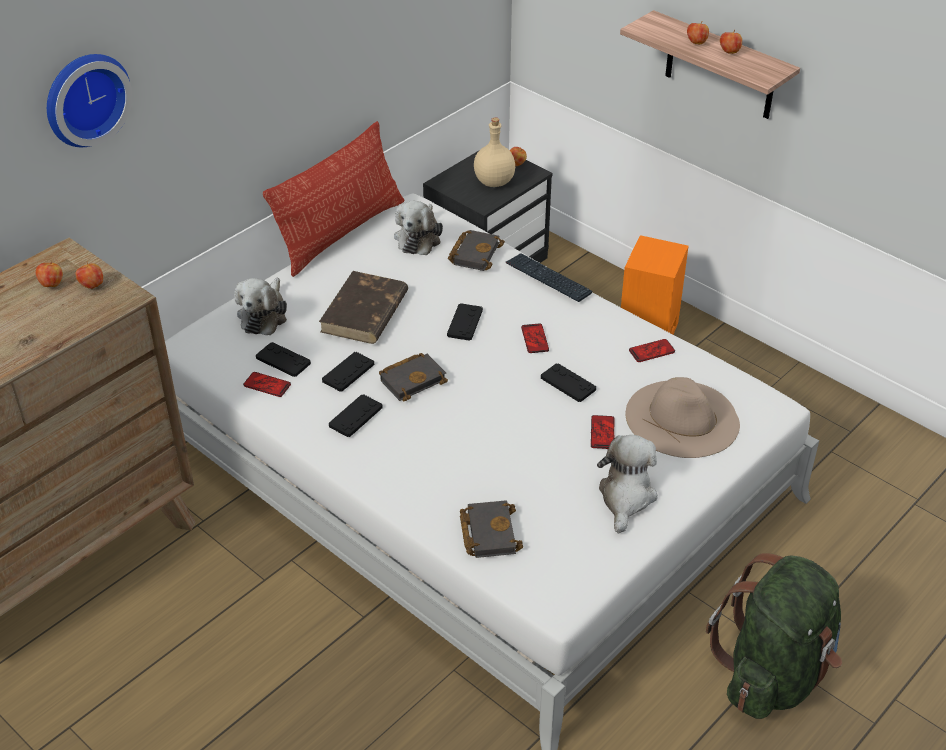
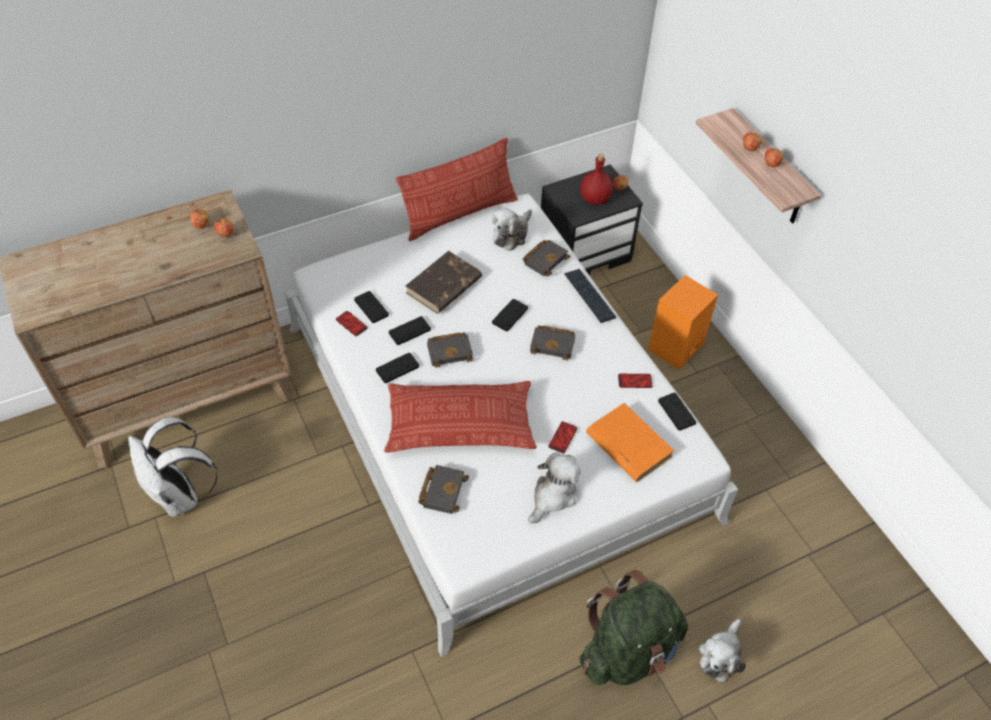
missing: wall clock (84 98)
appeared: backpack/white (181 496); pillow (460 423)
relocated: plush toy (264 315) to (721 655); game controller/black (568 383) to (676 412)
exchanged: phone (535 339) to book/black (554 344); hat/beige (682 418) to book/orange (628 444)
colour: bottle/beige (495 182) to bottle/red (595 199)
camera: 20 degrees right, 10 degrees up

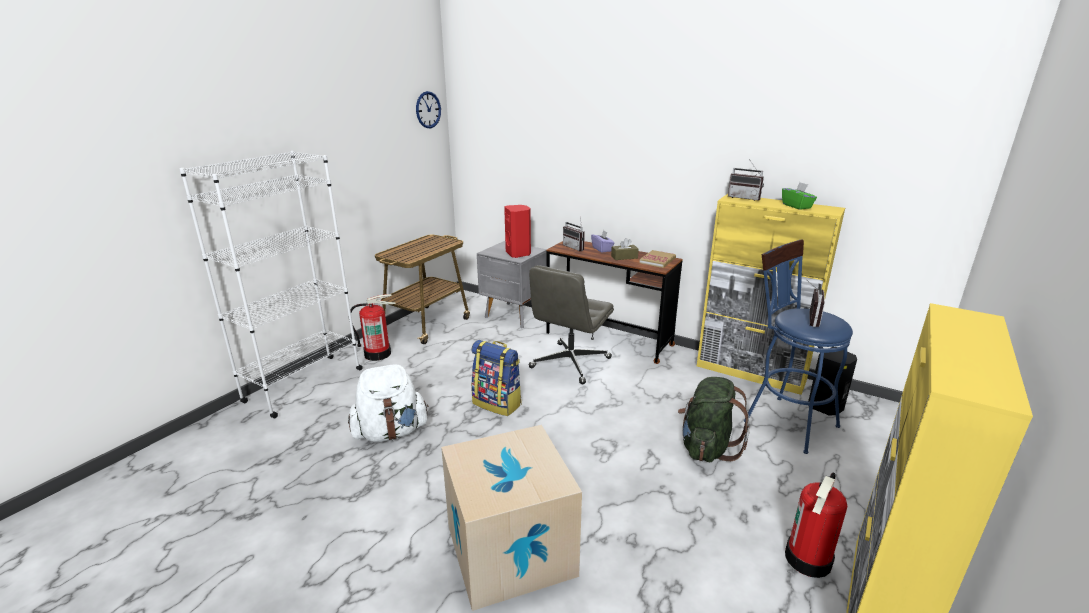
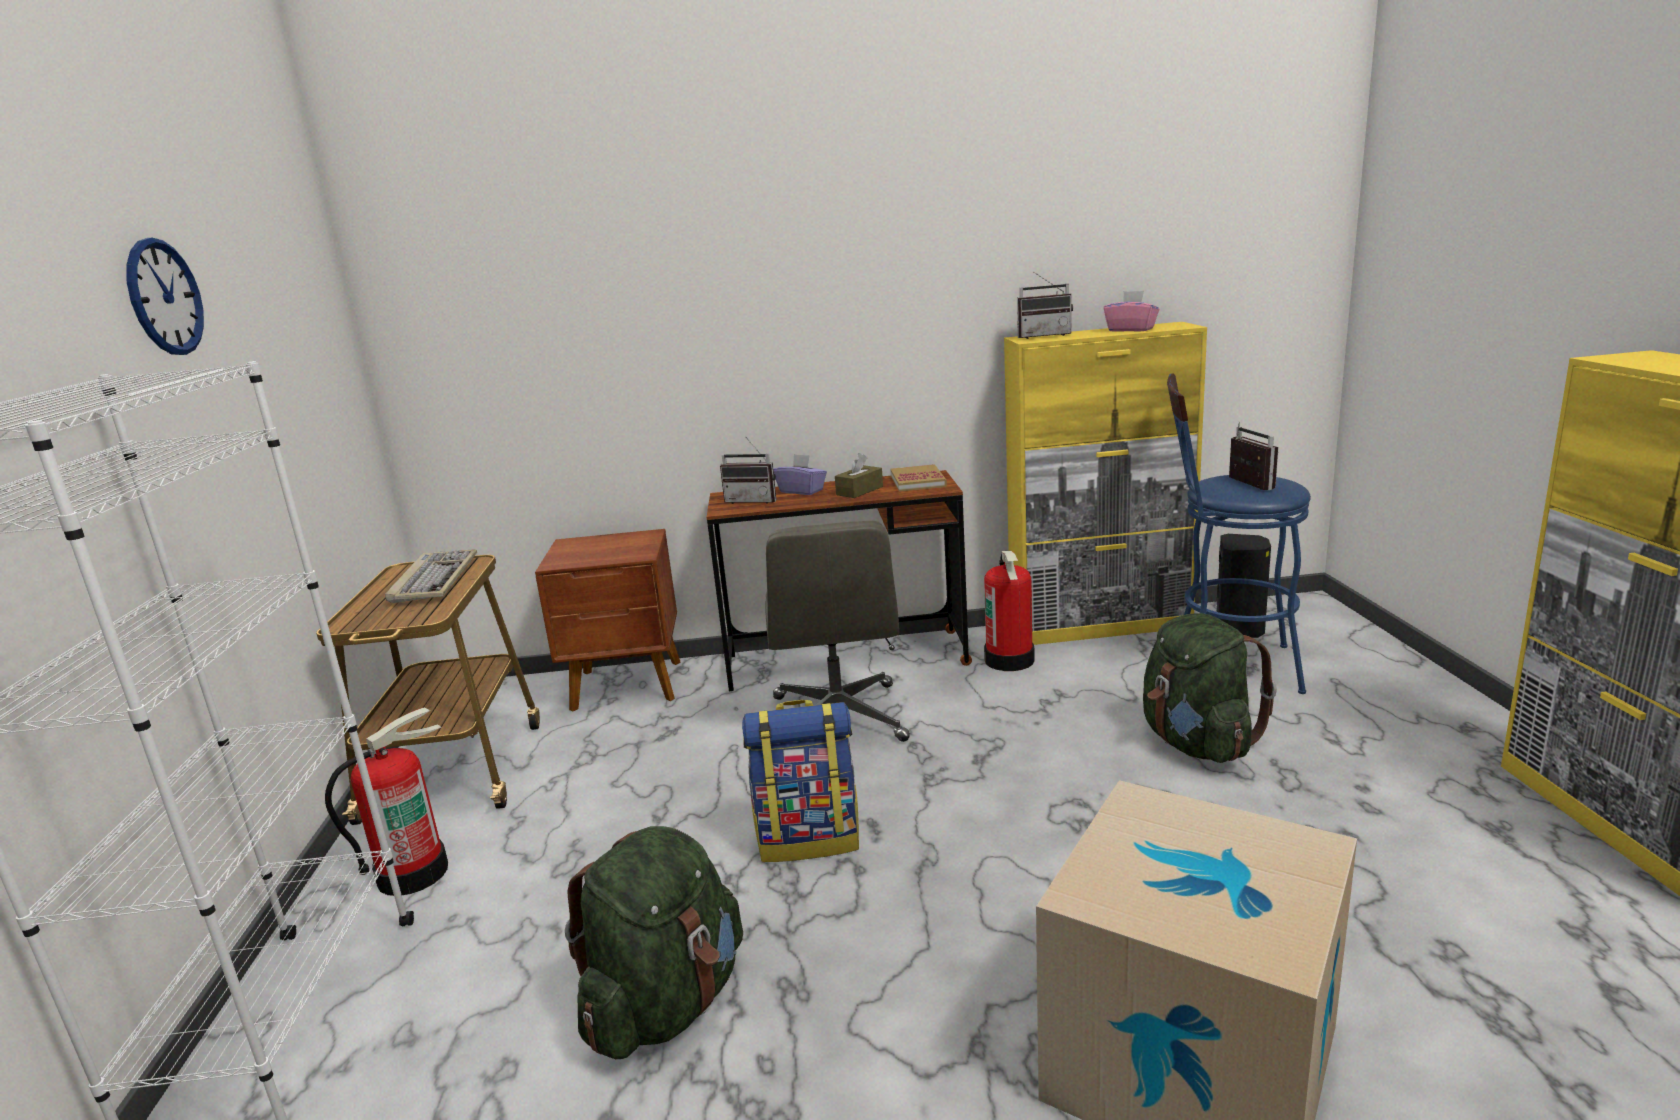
missing: speaker/red (518 254)
appeared: keyboard (434 579)
relocated: wall clock (428 110) to (164 297); fire extinguisher (808 560) to (1010 660)
colour: backpack/white (391 432) to backpack/green (667 1004); nightstand/grey (514 315) to nightstand/brown (628 686); tissue box/green (797 206) to tissue box/pink (1131 330)
camera: 35 degrees left, 5 degrees down

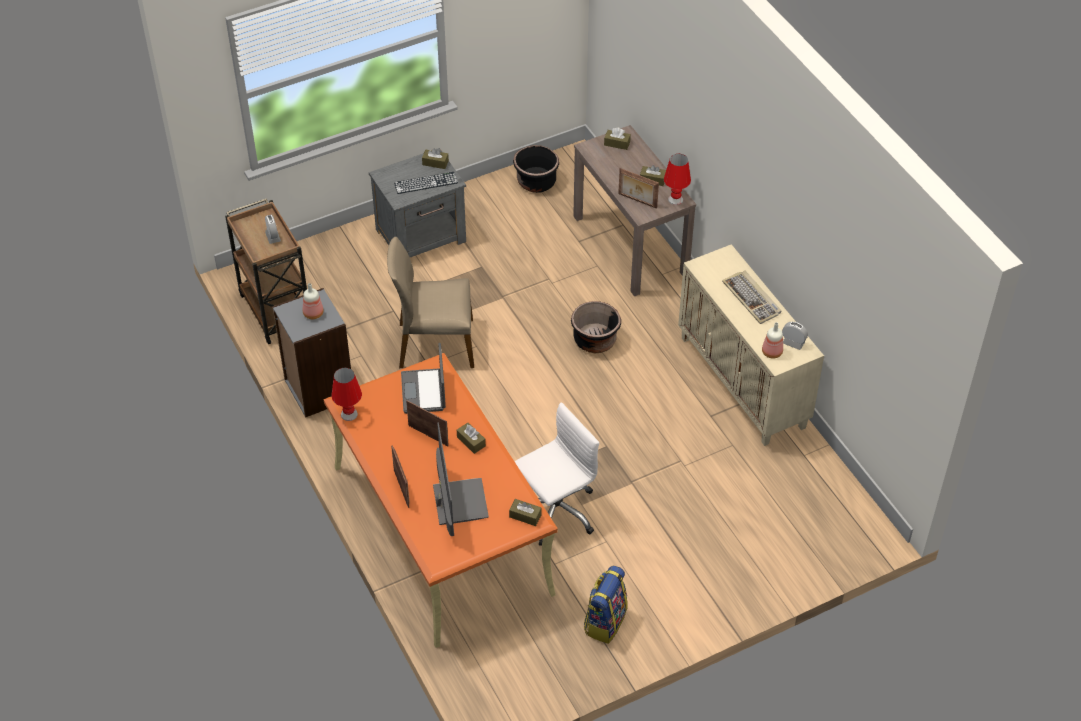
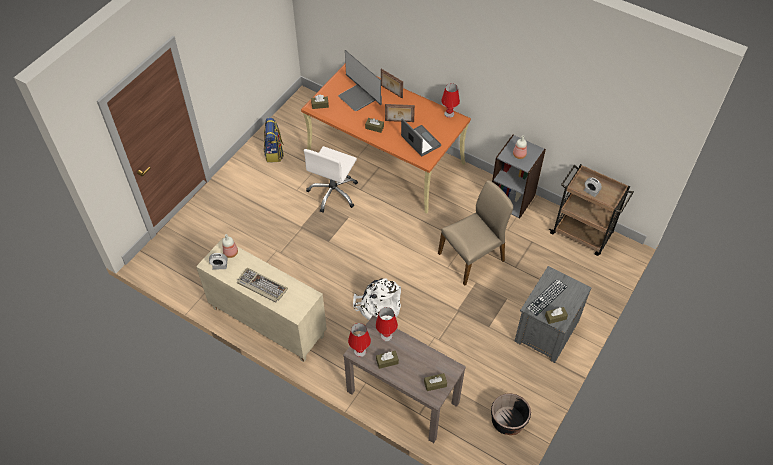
exchanged: planter/black (595 341) to backpack/white (378 307); picture frame (637 201) to table lamp/red (386 336)
camera: 150 degrees right, 5 degrees up

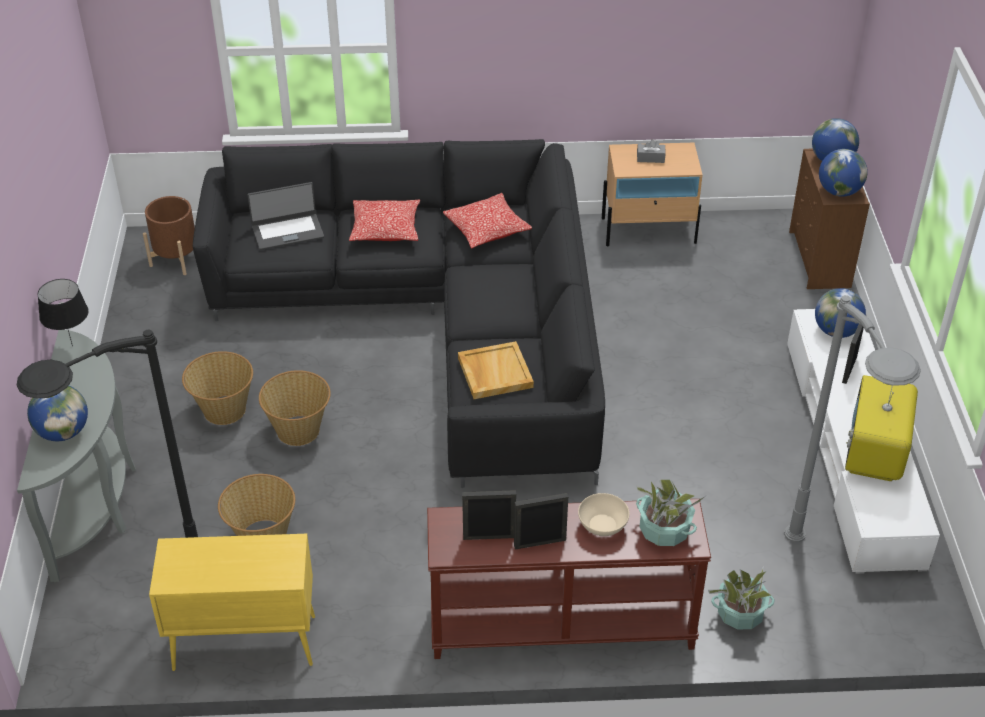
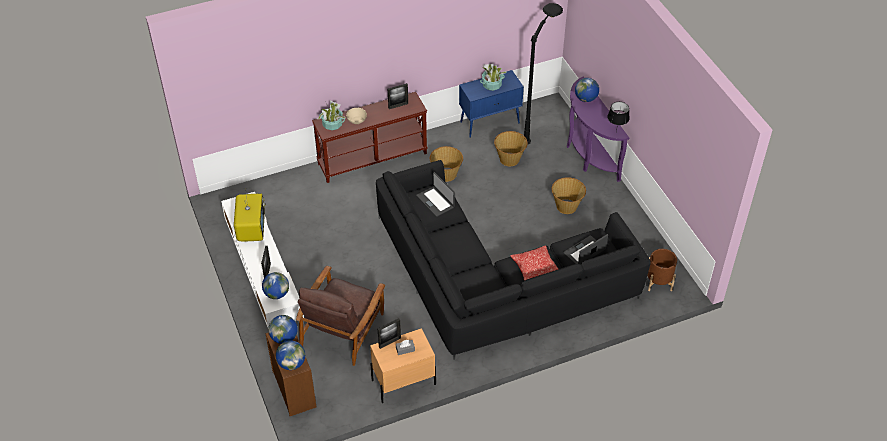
missing: pillow (487 229); floor lamp/grey (820 586)
appeared: armchair/brown (343 329)
relocated: basket (299 430) to (446 174); picture frame (540 543) to (389 342); potted plant (740 613) to (492 85)
exchanged: tray/beige (494 372) to laptop (435 201)
colour: console table/grey (97 501) to console table/purple (588 154); cabinet/yellow (243 643) to cabinet/blue (490 122)
camera: 160 degrees right, 5 degrees up

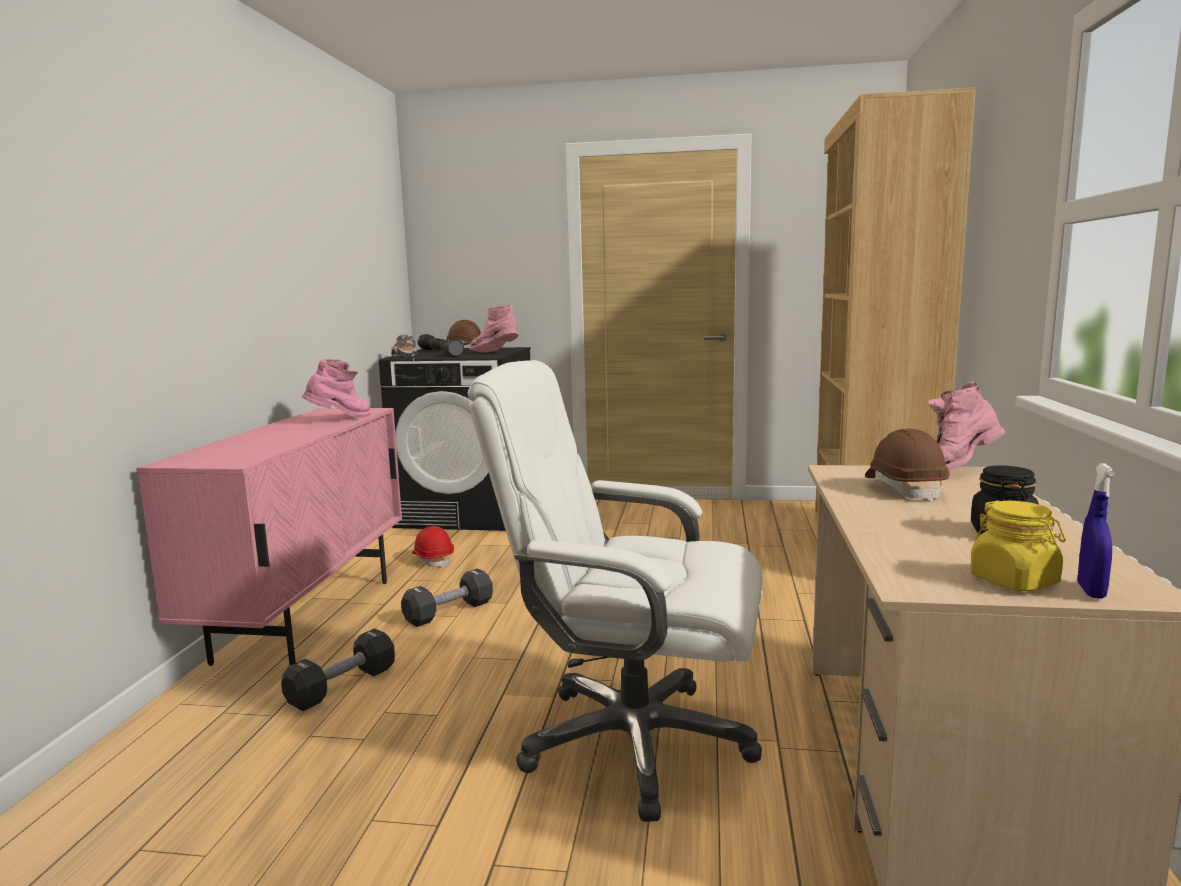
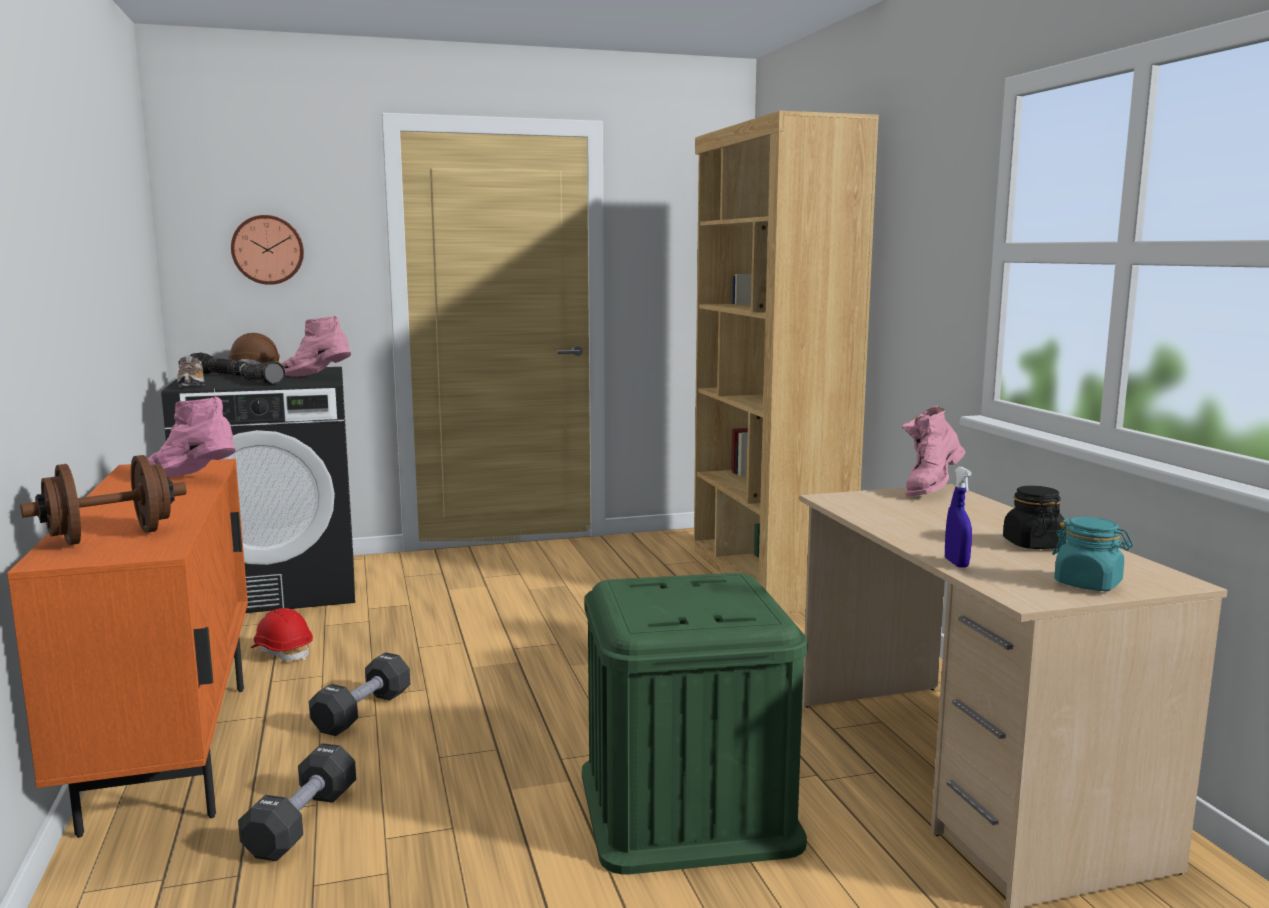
missing: hard hat/brown (905 489)
appeared: dumbbell/brown (111 537); wall clock (268 250)
relocated: spray bottle/blue (1091 591) to (956 563)
exchanged: office chair/white (632 742) to storage box/green (687 807)
colour: cabinet/pink (308 619) to cabinet/orange (171 752); jar/yellow (1014 581) to jar/turquoise (1088 584)
spun: boot/pink (340 420) = (192 480) 90 degrees counterclockwise
camera: 25 degrees left, 0 degrees up

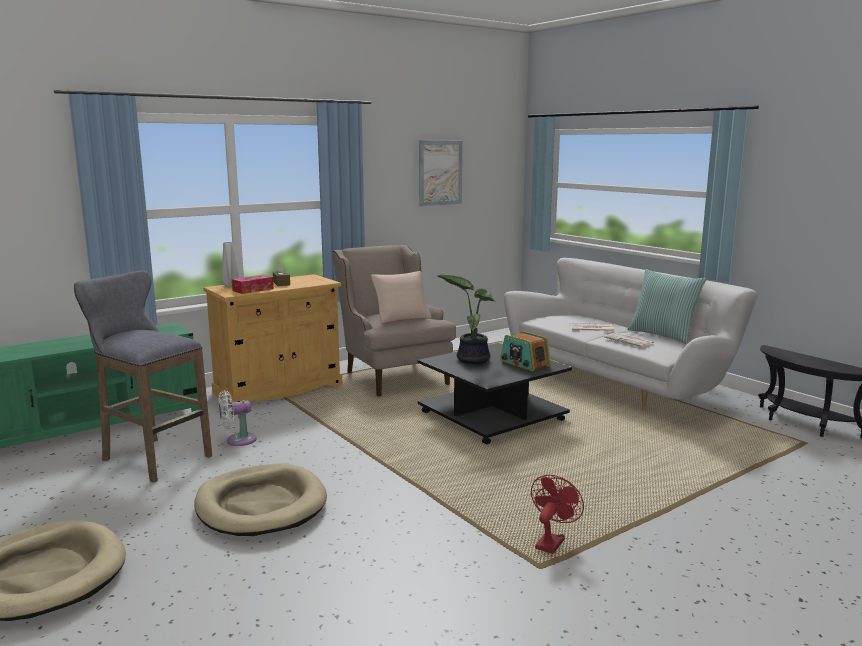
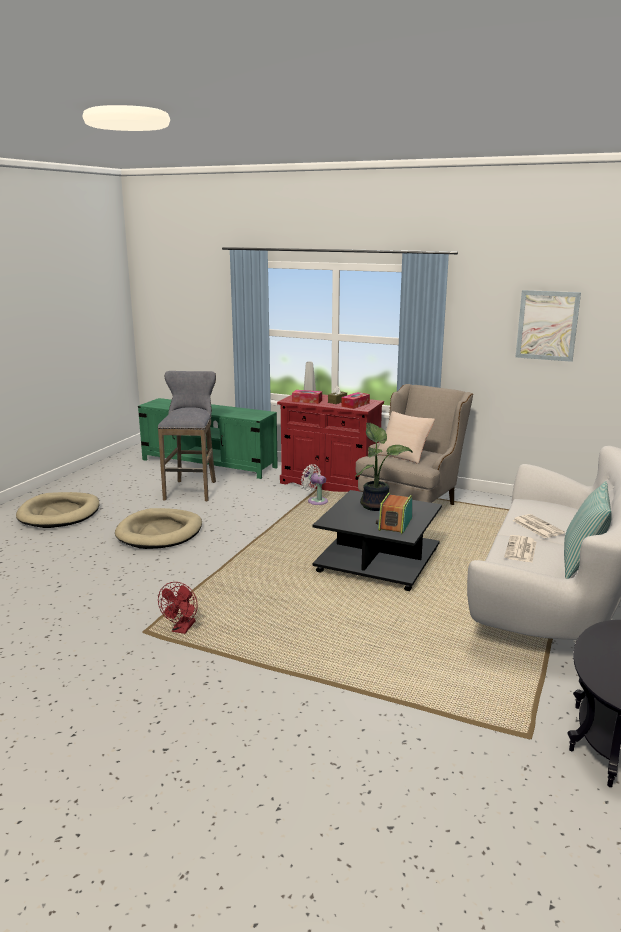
appeared: tissue box (355 405)
relocated: fan/white (238 440) to (316 501)
colour: cabinet/beige (278 389) to cabinet/red (330 483)
spun: fan/red (551 541) = (182 629) 105 degrees clockwise
camera: 60 degrees right, 5 degrees up

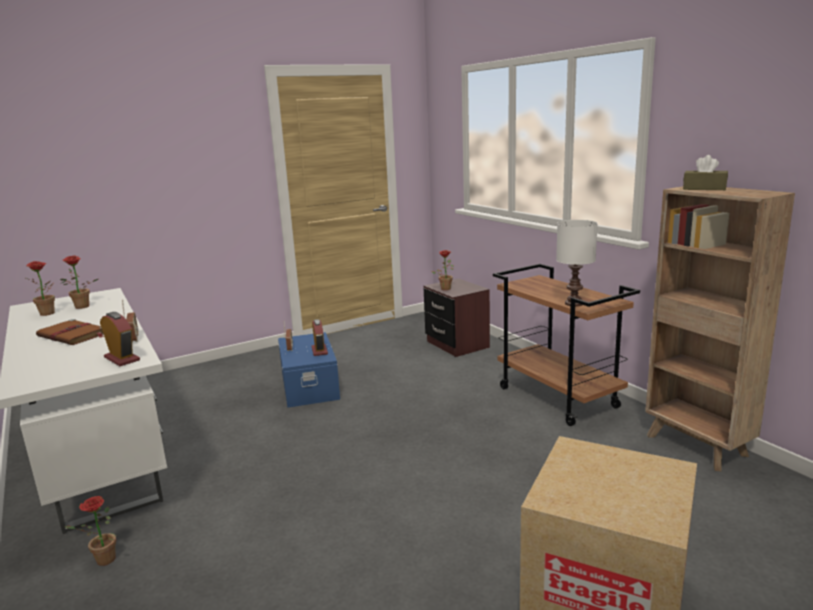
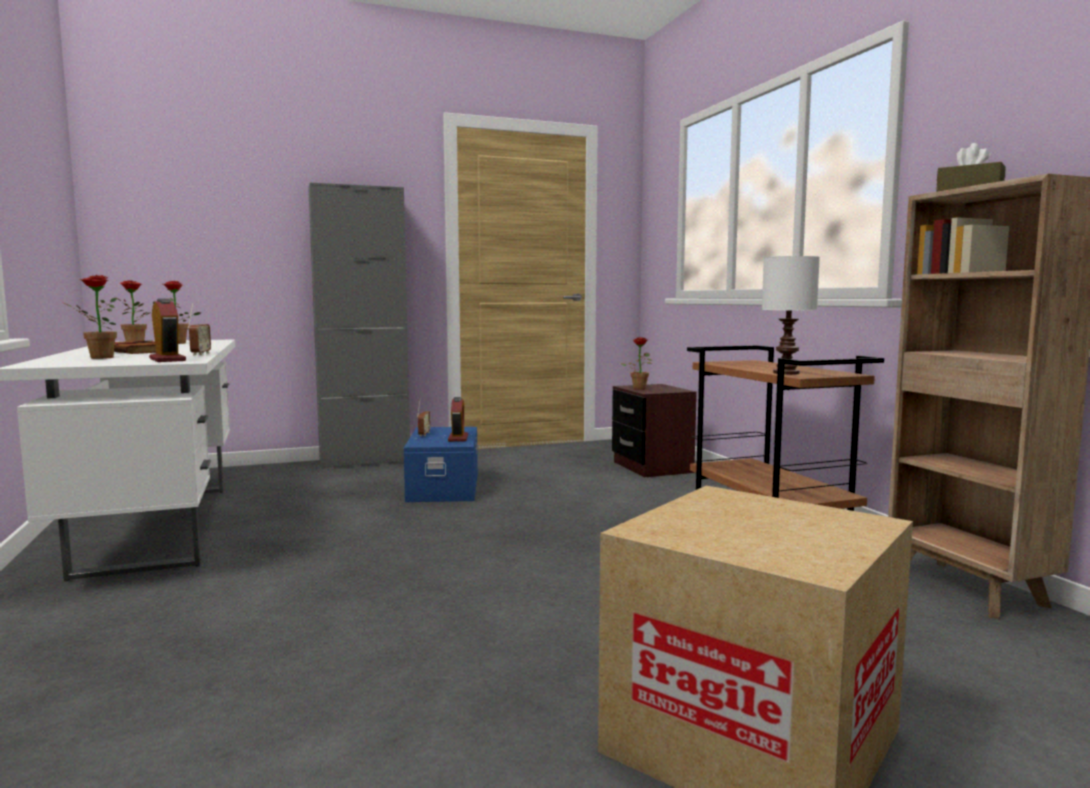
appeared: cabinet/grey (365 461)
relocated: potted plant (102 561) to (96 358)
camera: 10 degrees right, 10 degrees down

